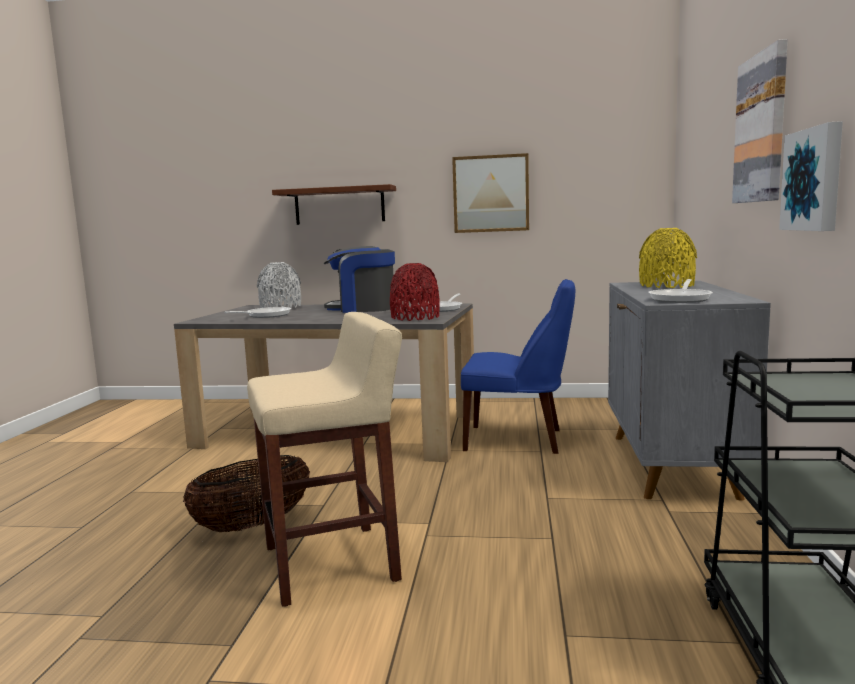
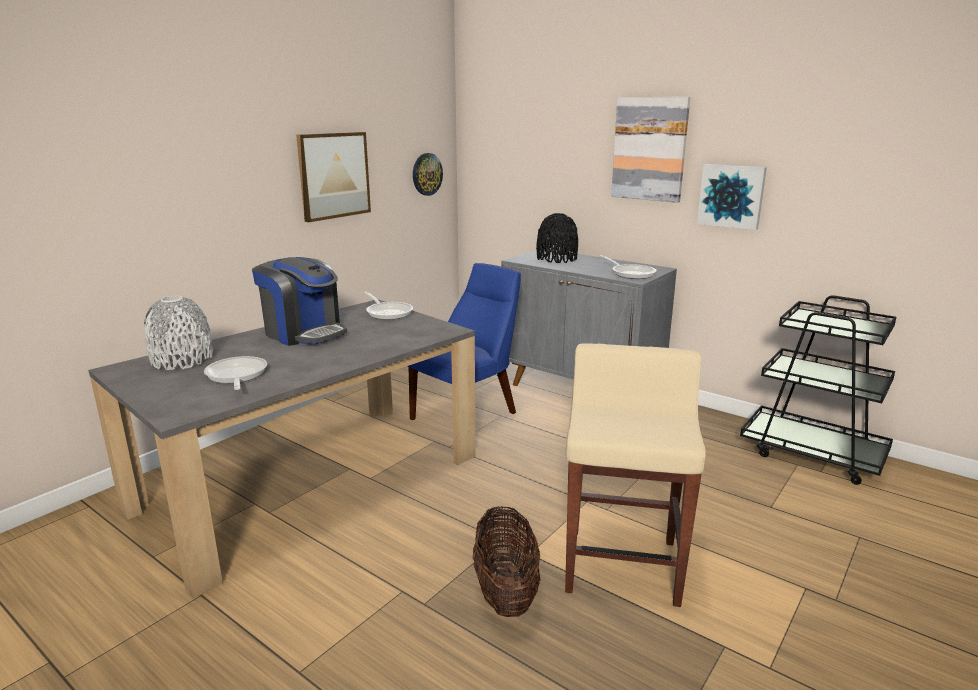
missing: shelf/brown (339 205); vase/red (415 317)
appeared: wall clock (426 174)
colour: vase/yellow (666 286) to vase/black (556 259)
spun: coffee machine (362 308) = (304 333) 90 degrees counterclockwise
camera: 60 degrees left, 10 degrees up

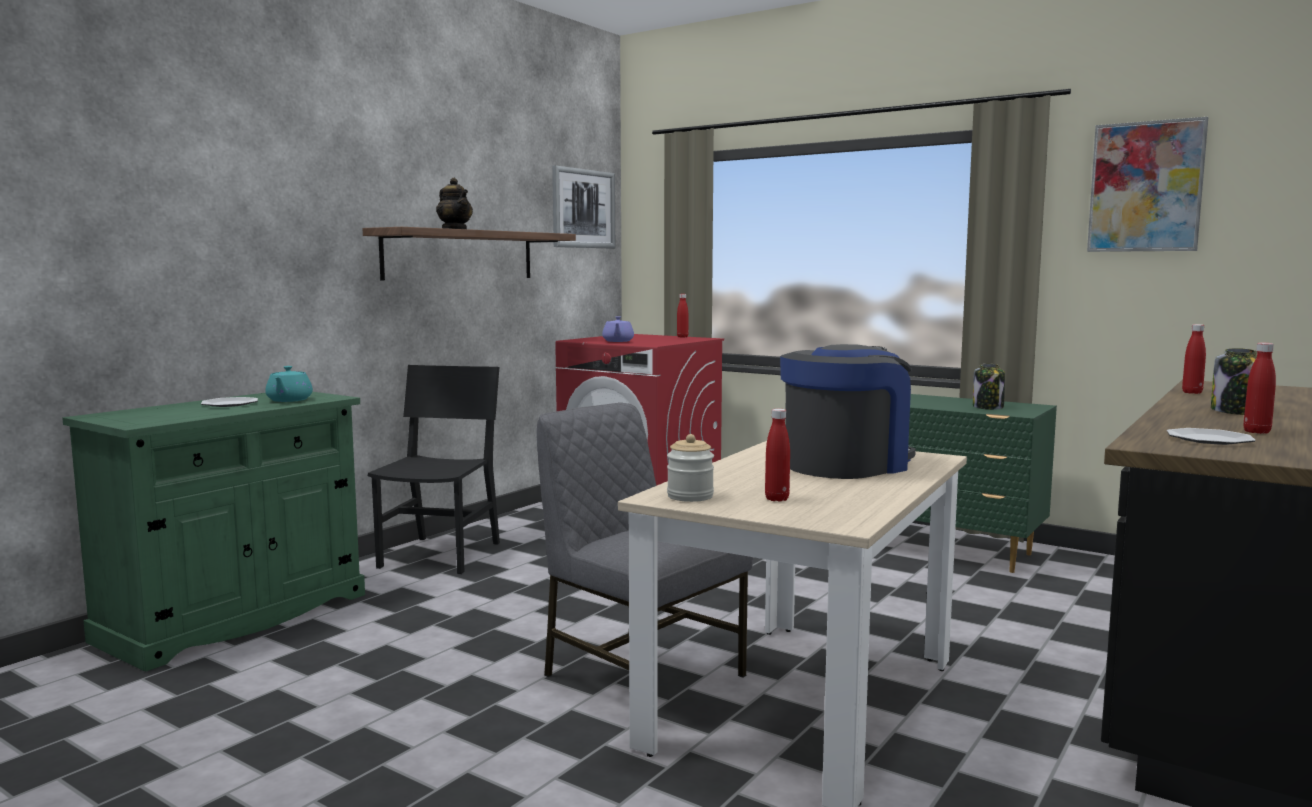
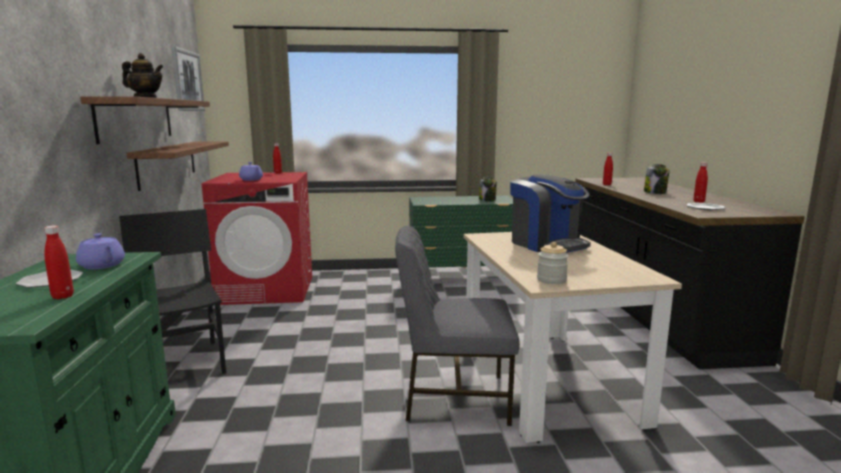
missing: picture (1145 187)
appeared: shelf (167 163)
relocated: bottle/red (777 499) to (63 296)
colour: teapot/turquoise (289 400) to teapot/purple (102 266)
spun: coffee machine (846 465) = (547 244) 135 degrees clockwise
camera: 40 degrees left, 5 degrees up

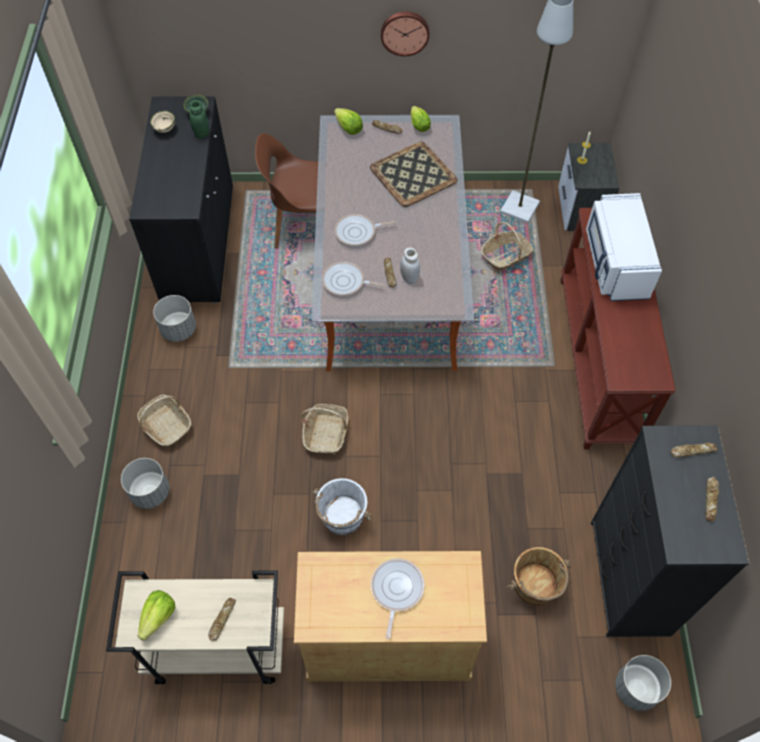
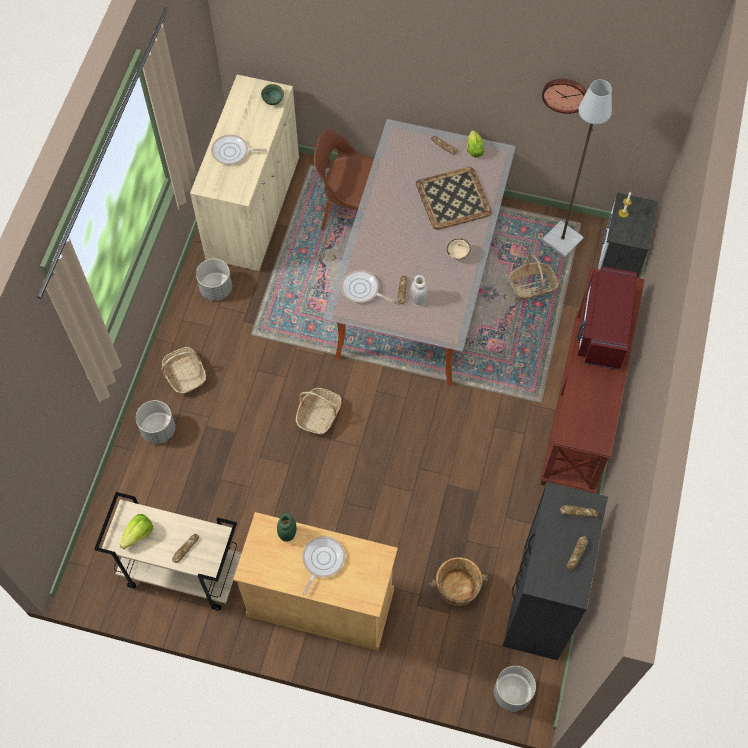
missing: bucket/white (342 516); lettuce (348 128)
relocated: bowl/beige (165 130) to (458 255); jar/green (201 133) to (287 533); frying pan (358 232) to (232 152); wall clock (405 32) to (565 94)
colour: cabinet/black (198 243) to cabinet/beige (253 208); microwave/white (615 263) to microwave/red (602 329)
camera: 15 degrees right, 5 degrees up

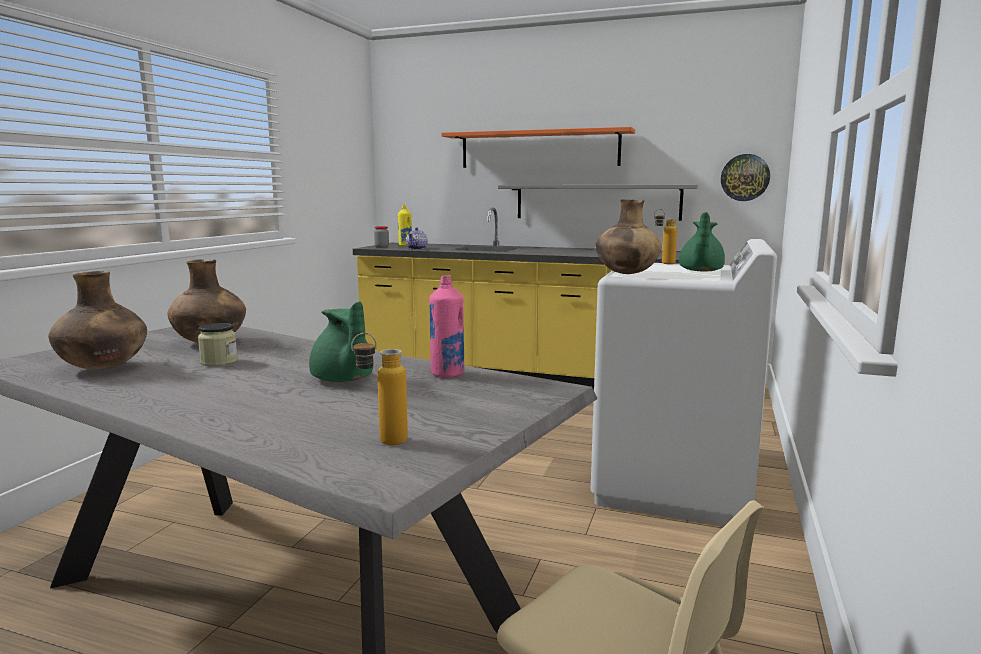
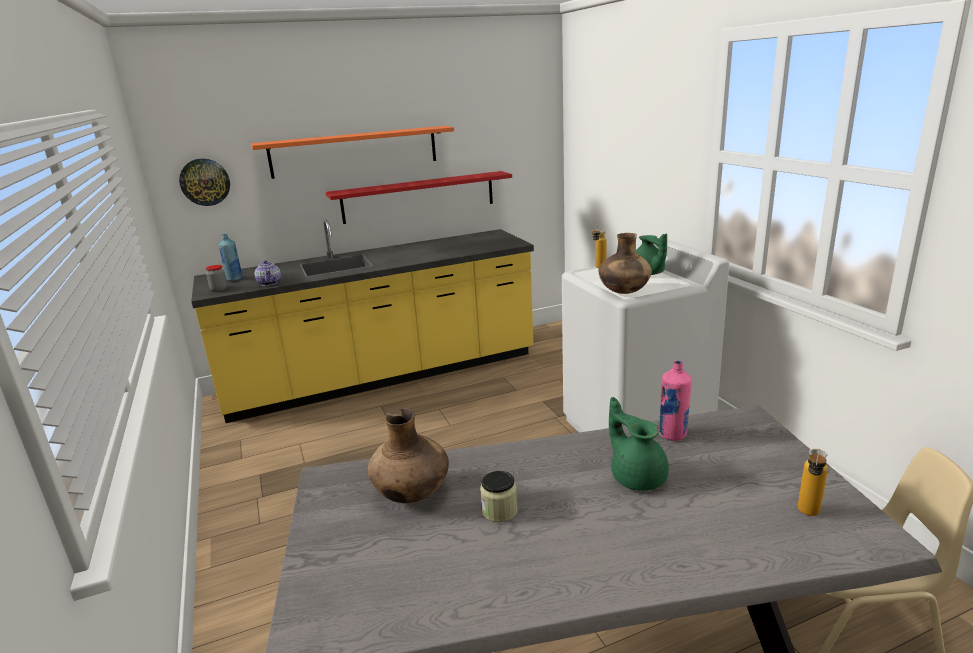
missing: vase/brown (104 368)
relocated: wall clock (745 177) to (205 182)
colour: bottle/yellow (405 245) to bottle/blue (234 279); shelf/grey (597 202) to shelf/red (419 197)
spun: teapot/green (343 379) = (637 476) 135 degrees counterclockwise
camera: 40 degrees left, 10 degrees up

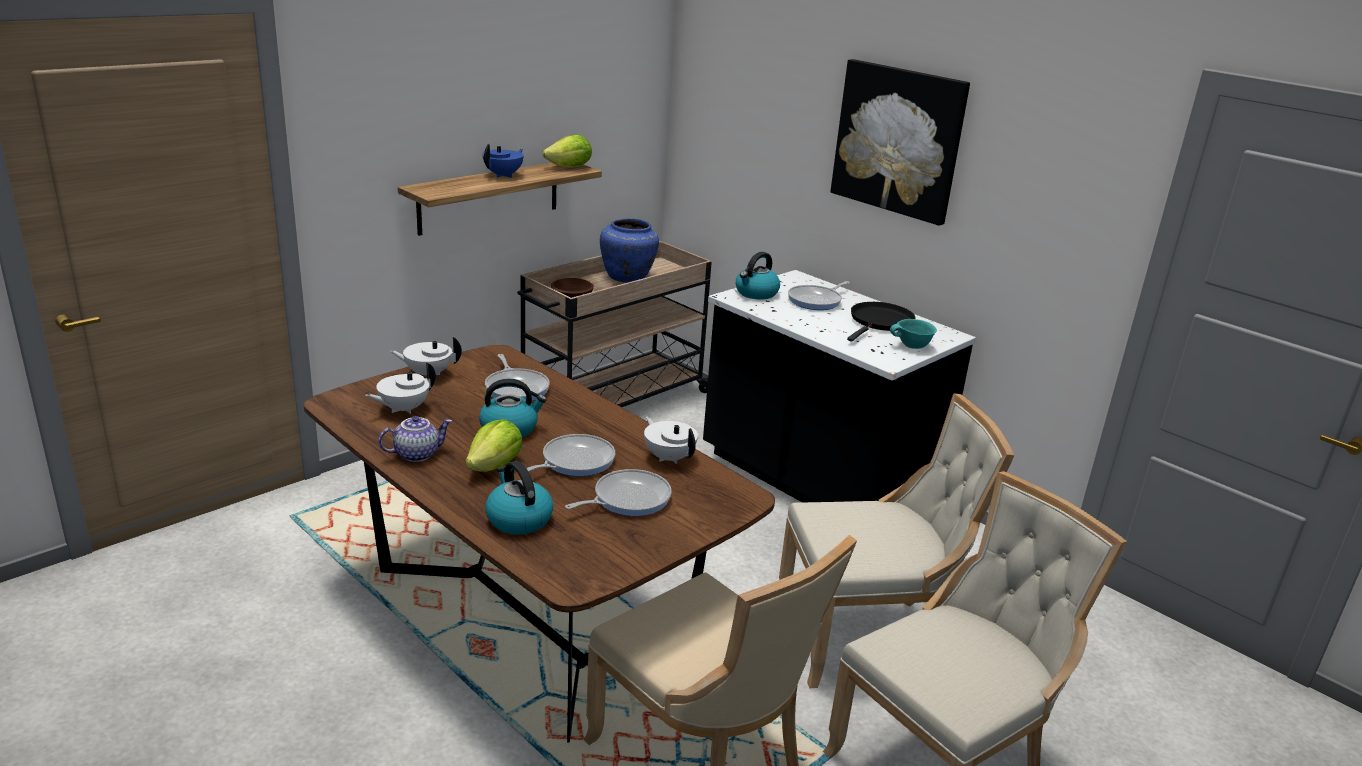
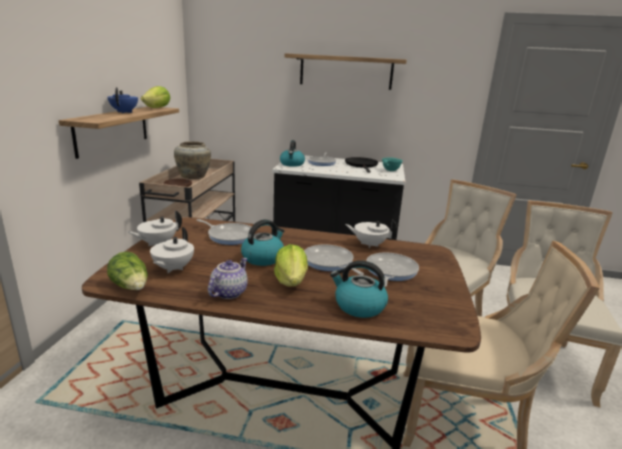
appeared: lettuce (131 287)
exchanged: picture (898 140) to shelf (346 72)
colour: vase/blue (628 278) to vase/beige (194 177)
spun: frying pan (574 461) = (329 262) 45 degrees counterclockwise
camera: 35 degrees left, 5 degrees down

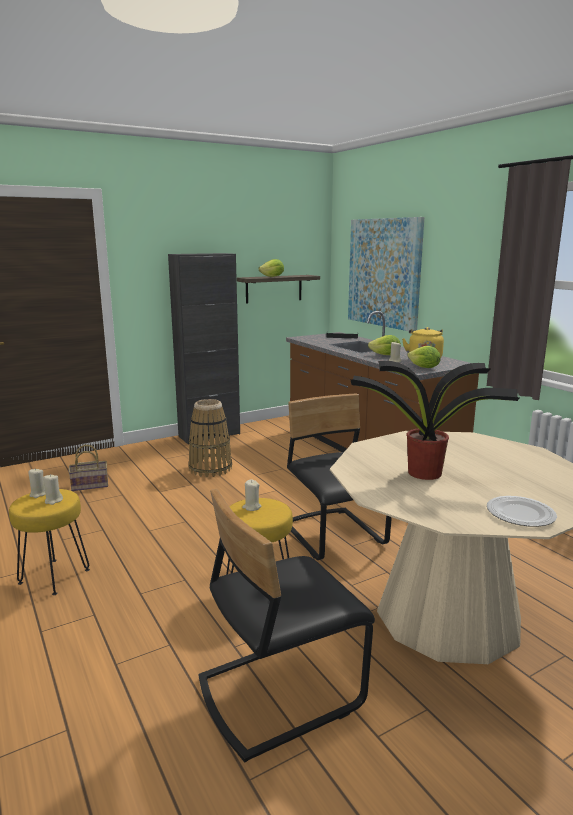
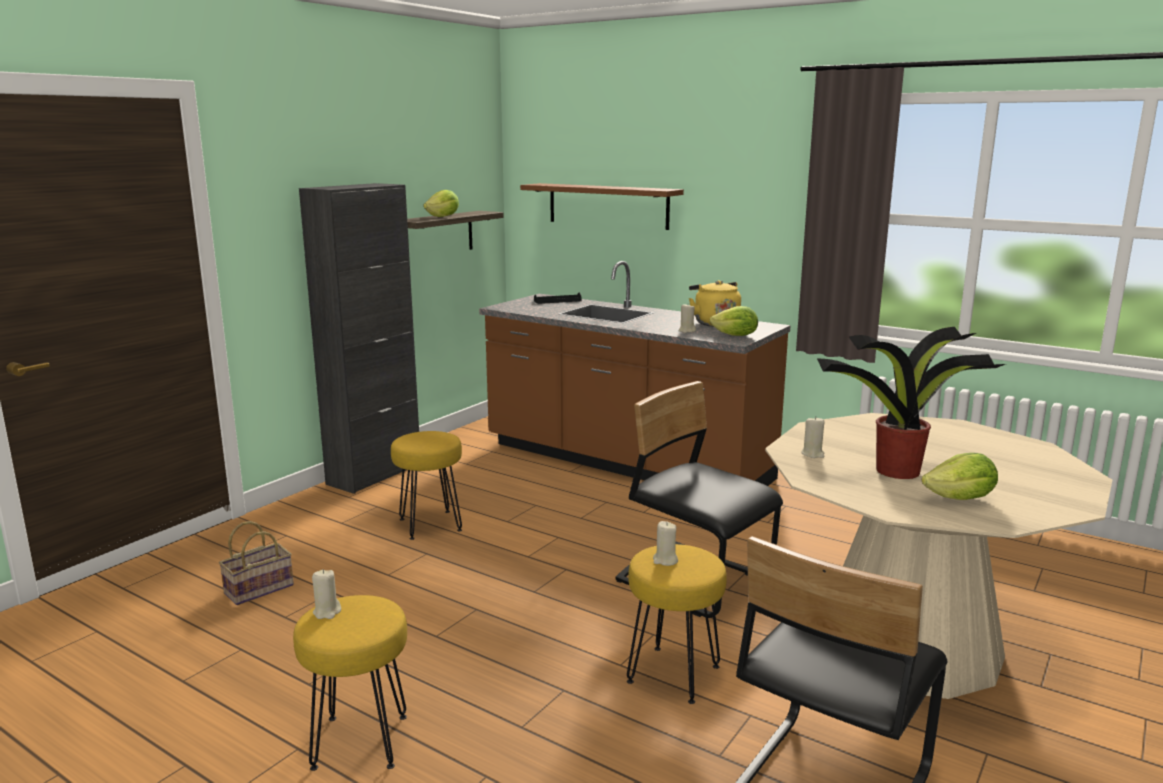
missing: plate (521 514)
relocated: candle/beige (53 500) to (813 454); lettuce (385 355) to (960 499)
exchanged: basket (210 468) to stool/yellow (431 524); picture (384 273) to shelf/brown (607 205)
camera: 25 degrees left, 0 degrees up

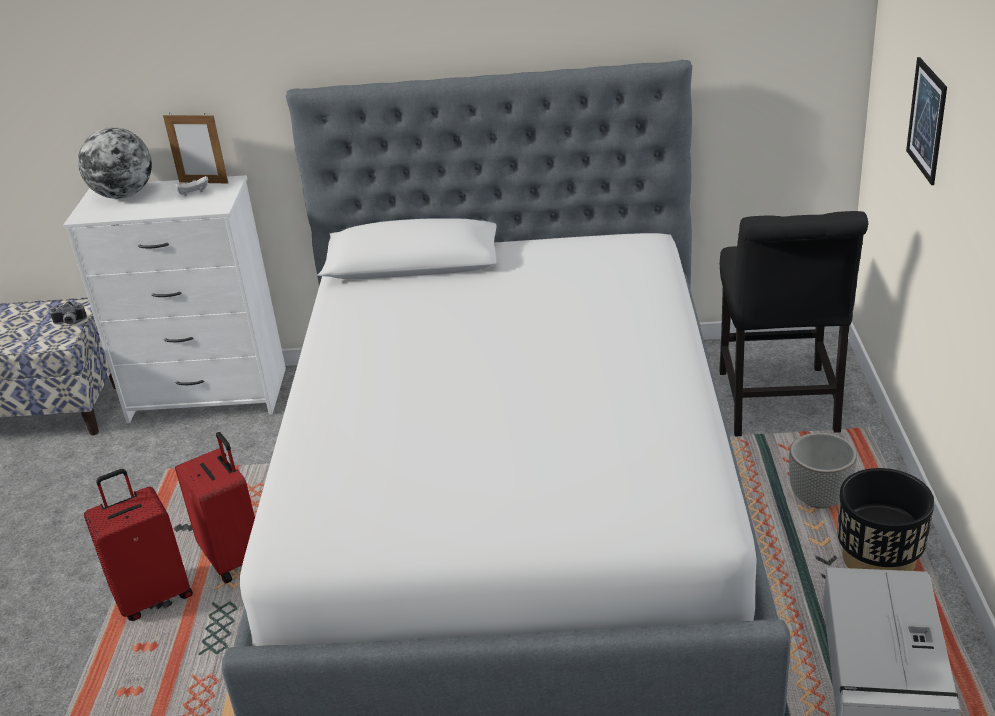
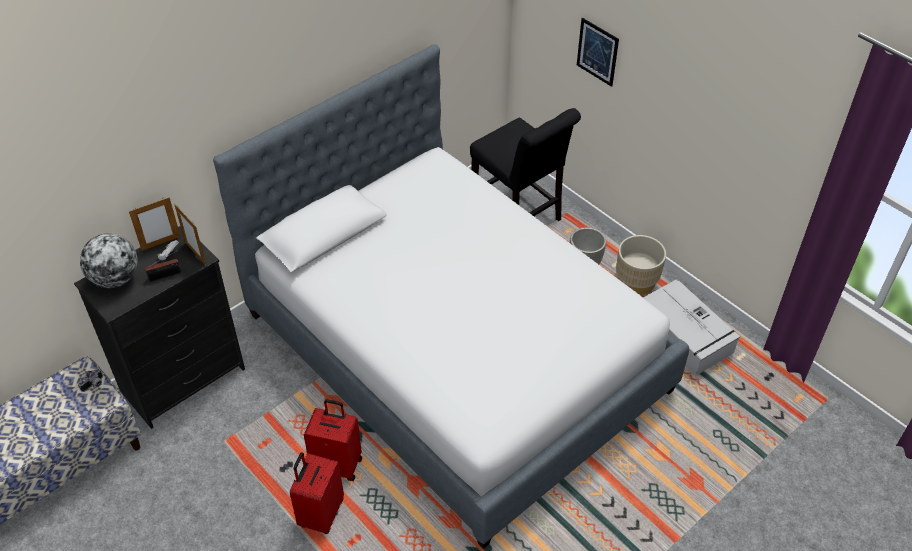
appeared: radio (167 275); picture frame (195 254)
colour: dresser/white (207 396) to dresser/black (183 380); planter/black (878 559) to planter/beige (636 281)
camera: 45 degrees left, 15 degrees up

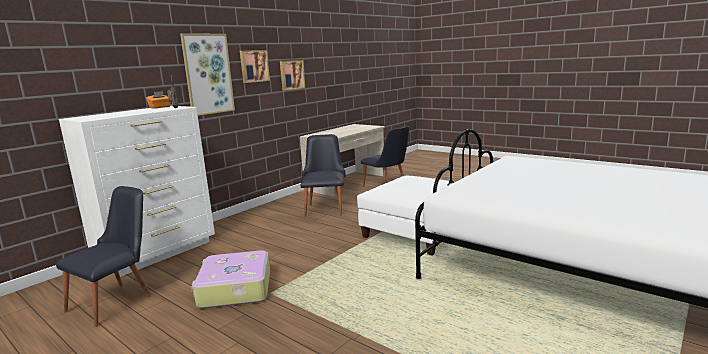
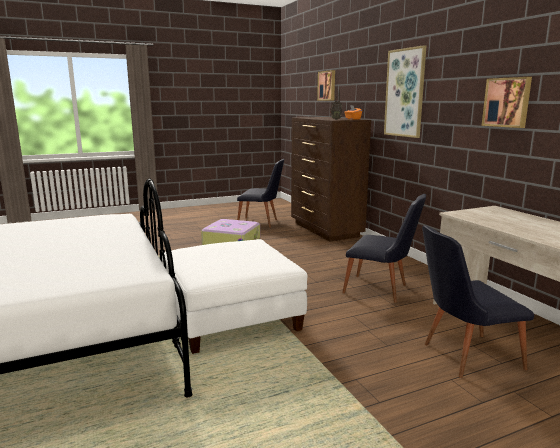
relocated: picture (254 66) to (327 85)
colour: dresser/white (158 252) to dresser/brown (325 230)
spun: chair/black (117 300) = (261 223) 45 degrees counterclockwise
camera: 115 degrees right, 0 degrees up

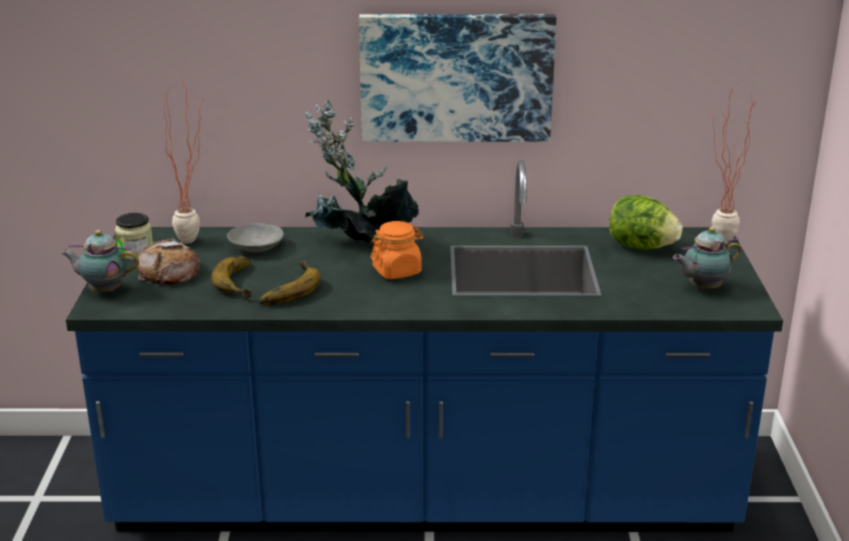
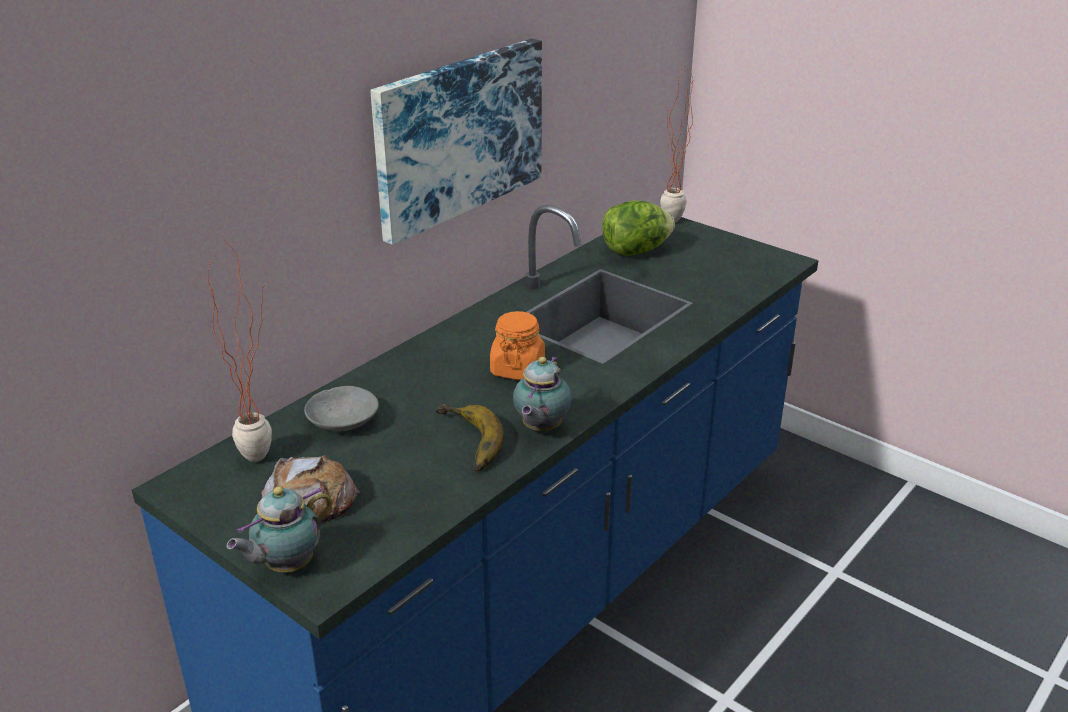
missing: jar (136 252); banana (243 281); potted plant (357 247)
relocated: teapot (702 288) to (540 428)
camera: 50 degrees left, 5 degrees up

